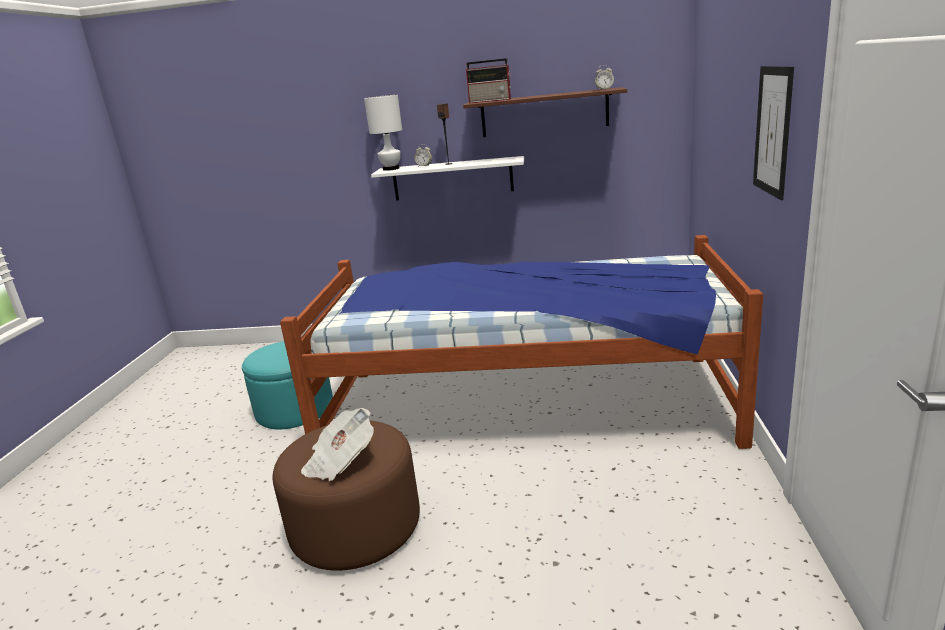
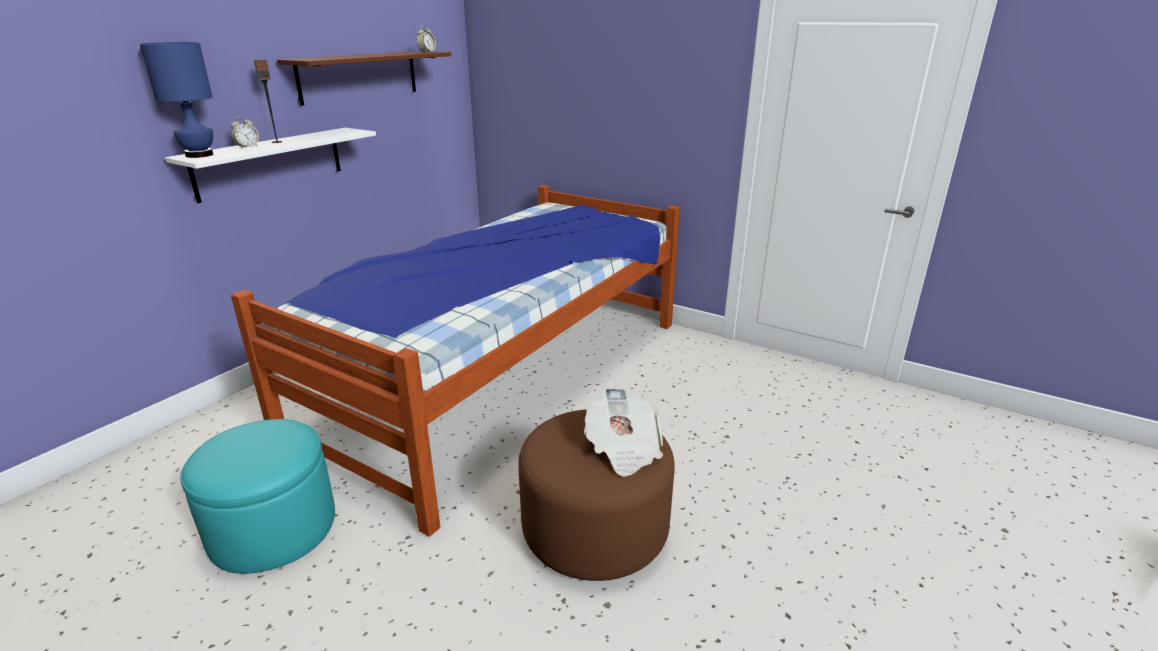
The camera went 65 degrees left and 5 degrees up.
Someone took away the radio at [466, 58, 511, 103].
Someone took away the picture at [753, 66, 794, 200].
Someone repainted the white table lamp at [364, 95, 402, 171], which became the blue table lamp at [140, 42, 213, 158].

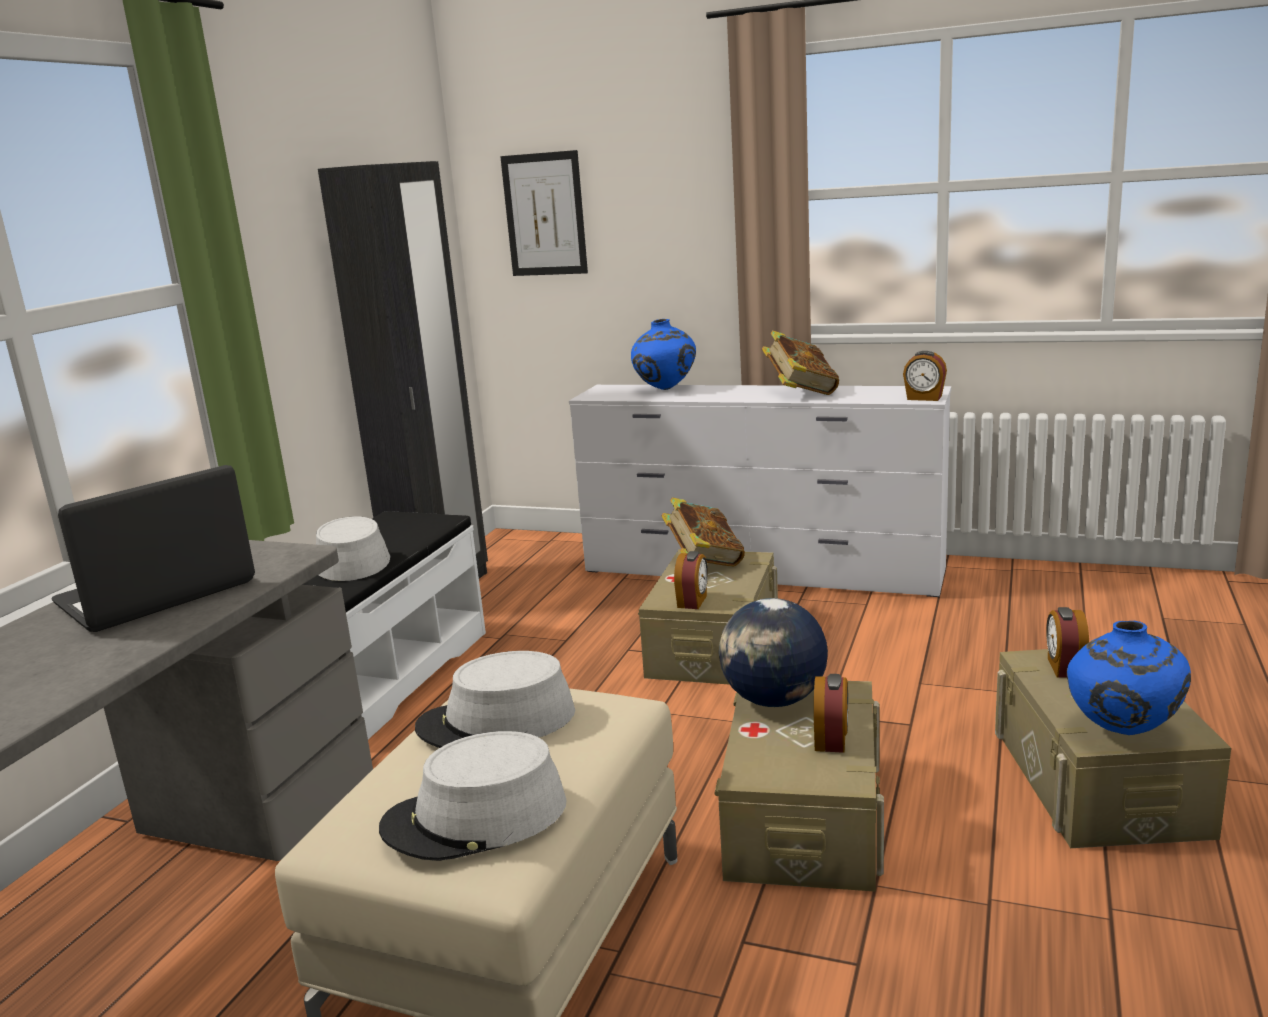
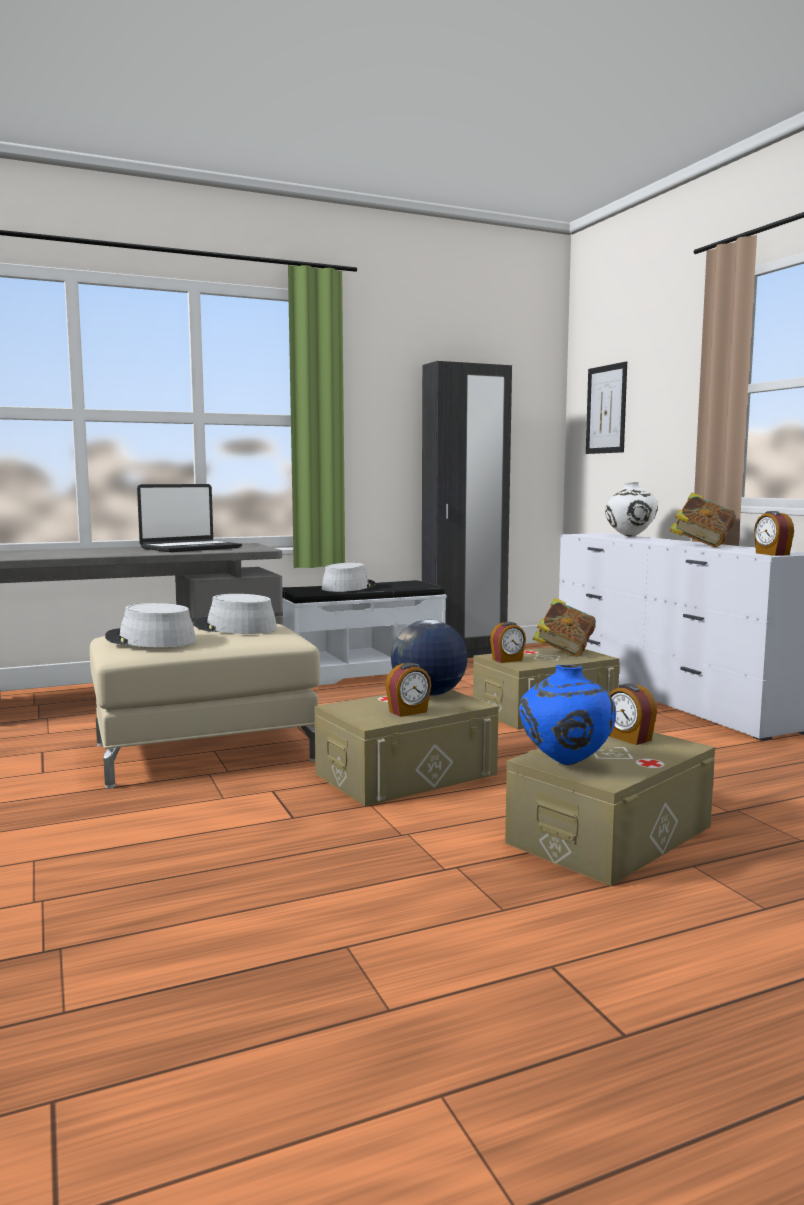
The camera went 45 degrees right and 10 degrees down.
Someone repainted the blue vase at [631, 319, 696, 390], which became the white vase at [605, 482, 658, 537].
Someone rotated the laptop at [51, 465, 255, 632] by 135 degrees clockwise.
Someone rotated the alarm clock at [1046, 607, 1089, 678] by 90 degrees counterclockwise.

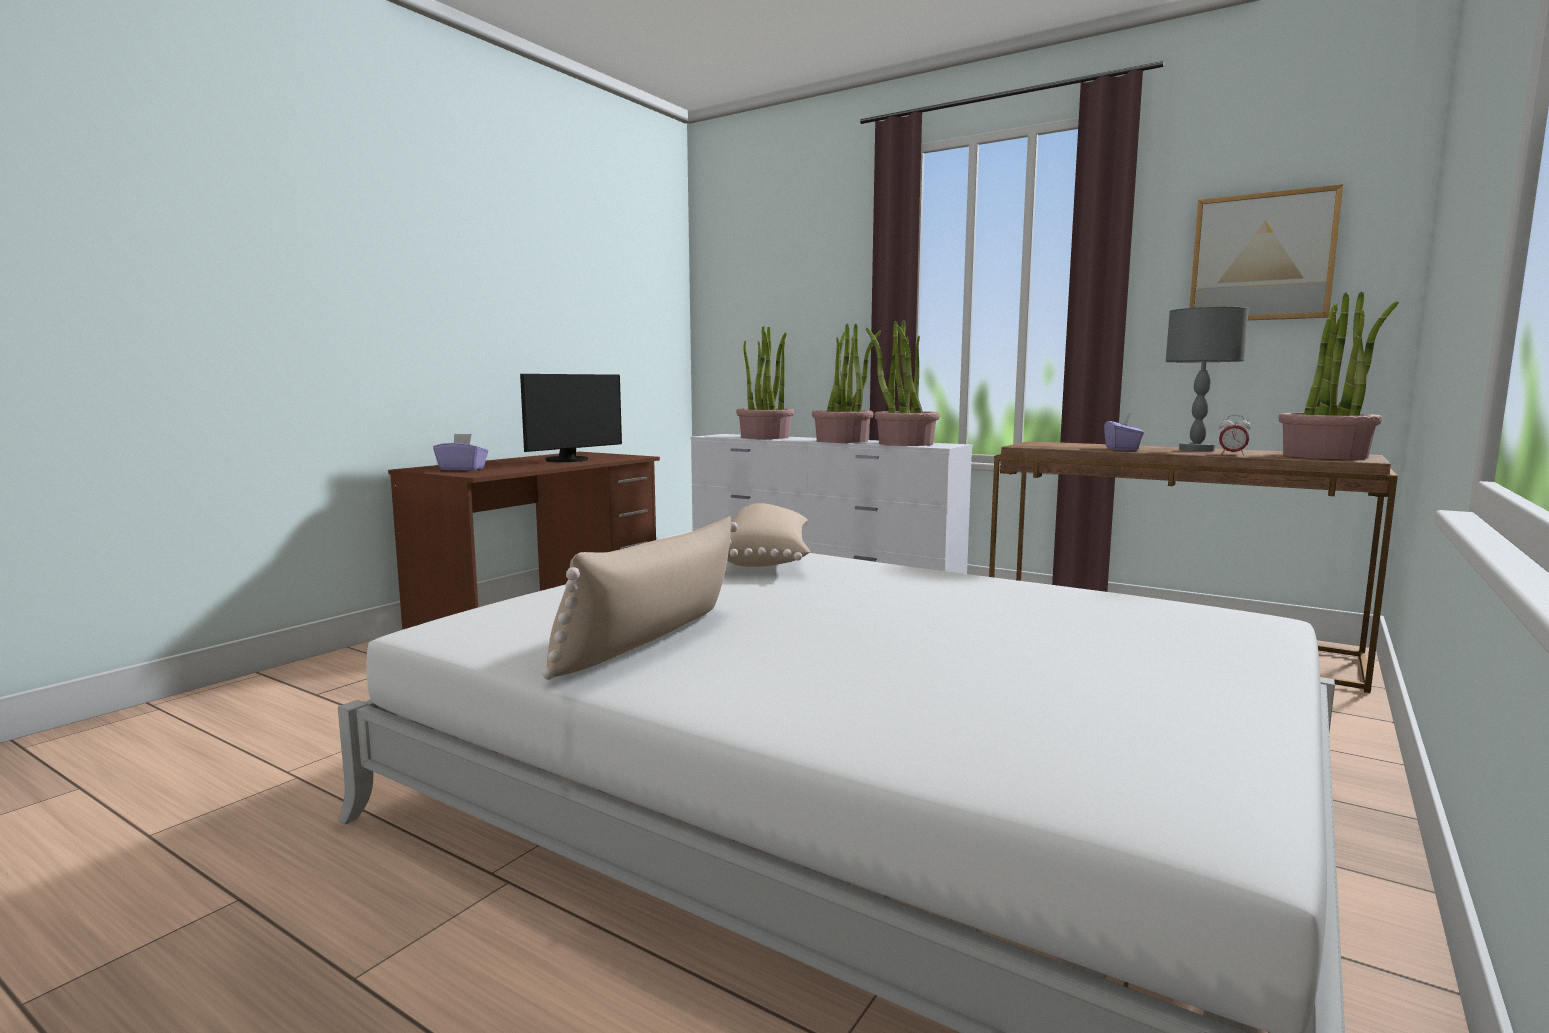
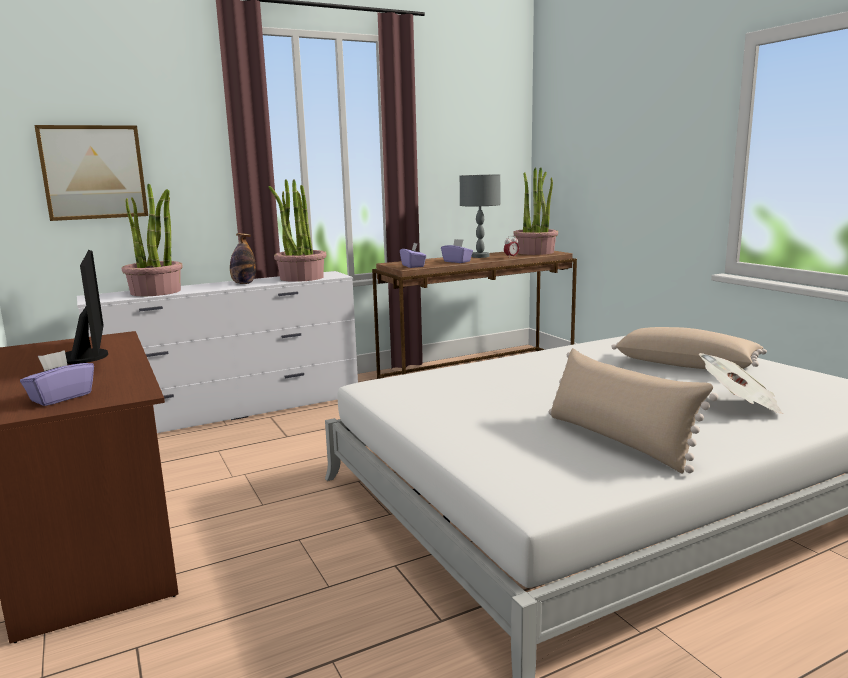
The camera went 60 degrees left and 5 degrees up.
Someone carried the picture from [1189, 184, 1343, 320] to [34, 125, 148, 221].
Someone swapped the potted plant at [812, 324, 881, 443] for the bottle at [230, 233, 256, 284].
Someone carried the beige pillow from [727, 503, 810, 567] to [611, 327, 767, 369].
Someone put down the purple tissue box at [400, 243, 427, 268].
Someone put down the newspaper at [699, 353, 783, 414].

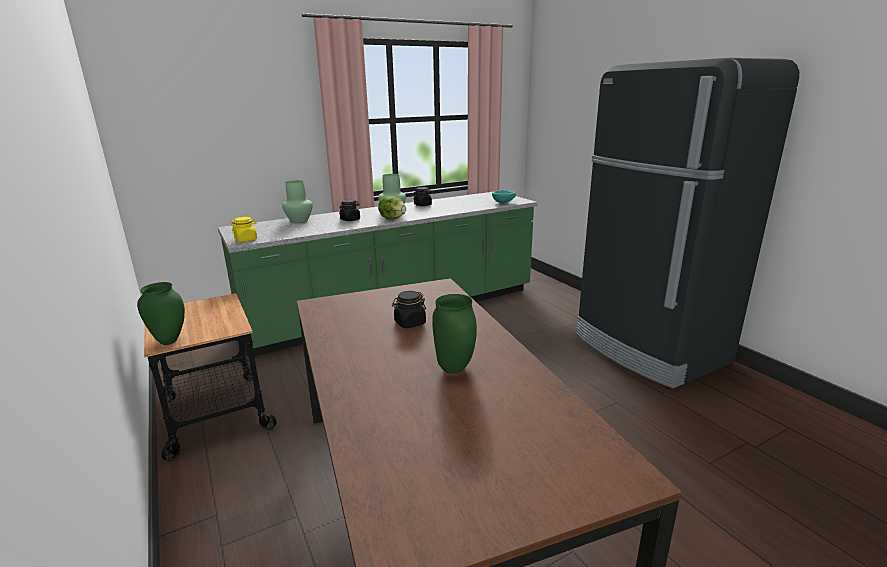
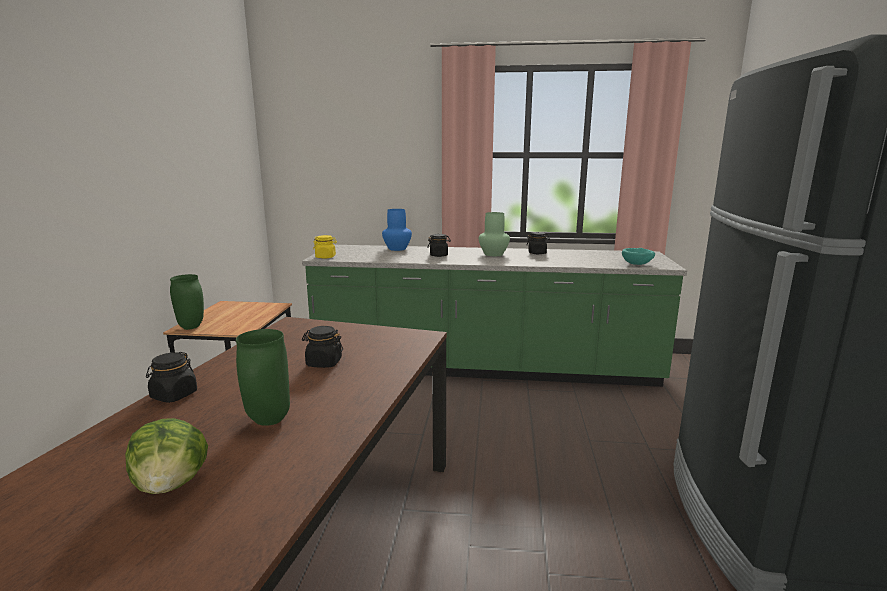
The camera went 35 degrees right and 5 degrees down.
Someone repainted the green vase at [282, 180, 313, 223], which became the blue vase at [382, 209, 412, 251].
Someone carried the lettuce from [378, 196, 406, 219] to [125, 418, 208, 494].
Someone put down the black jar at [146, 352, 197, 403].

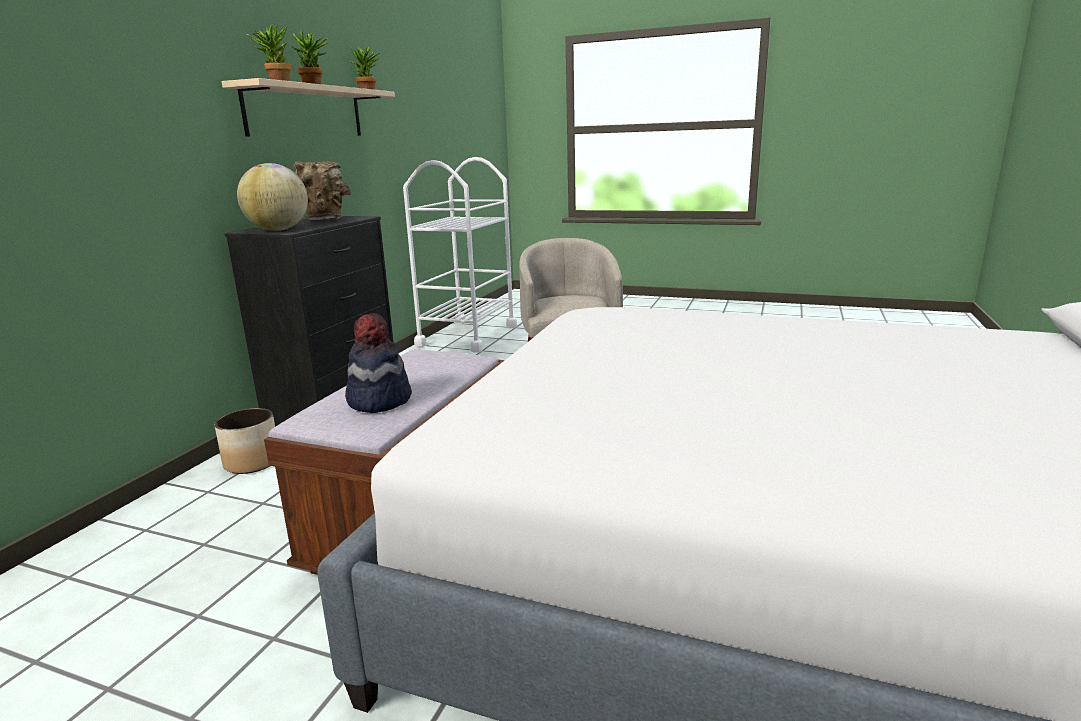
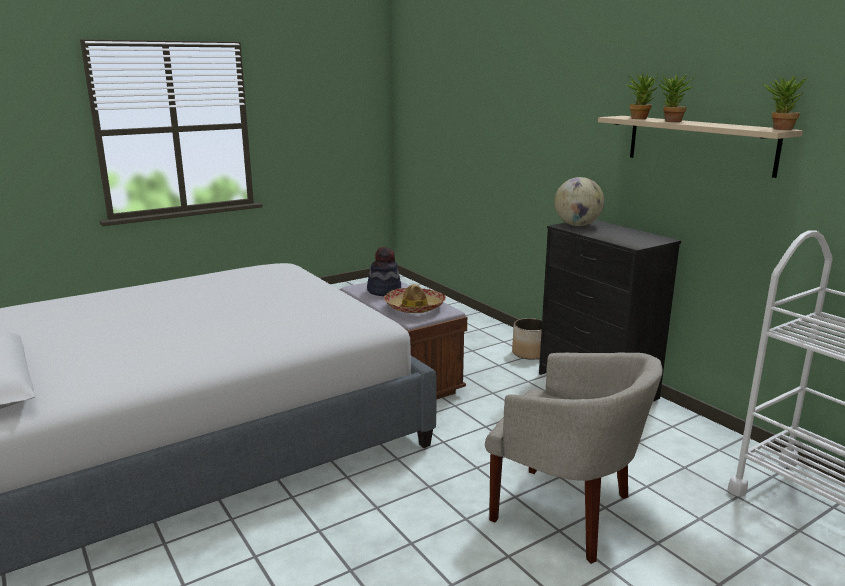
The camera went 125 degrees right and 0 degrees up.
Someone took away the brown vase at [294, 161, 351, 220].
Someone put down the hat at [384, 284, 446, 313].

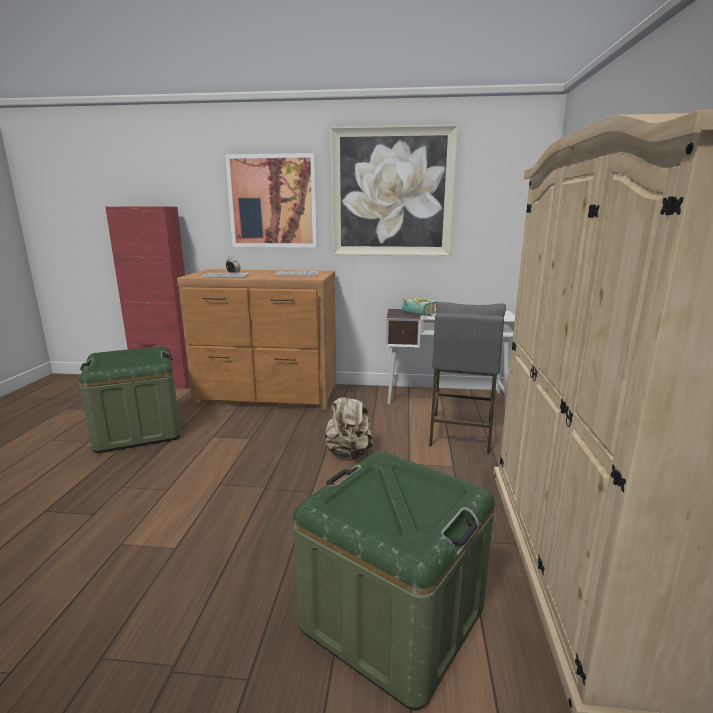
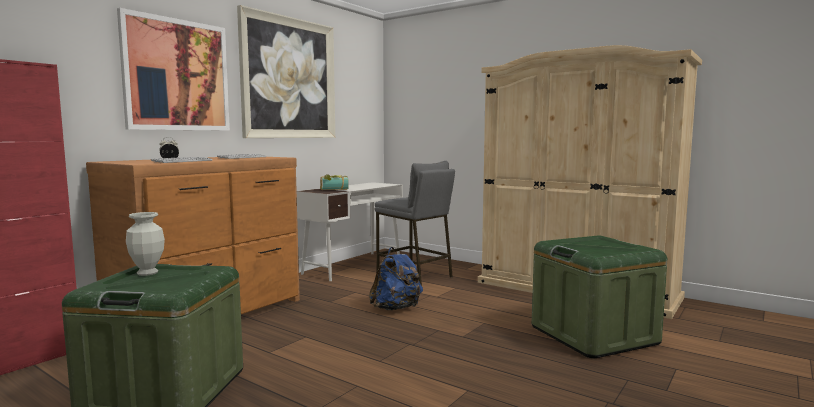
The camera went 60 degrees left and 10 degrees down.
Someone repainted the beige backpack at [324, 390, 373, 460], which became the blue backpack at [369, 247, 423, 310].
Someone put down the vase at [126, 212, 165, 276].

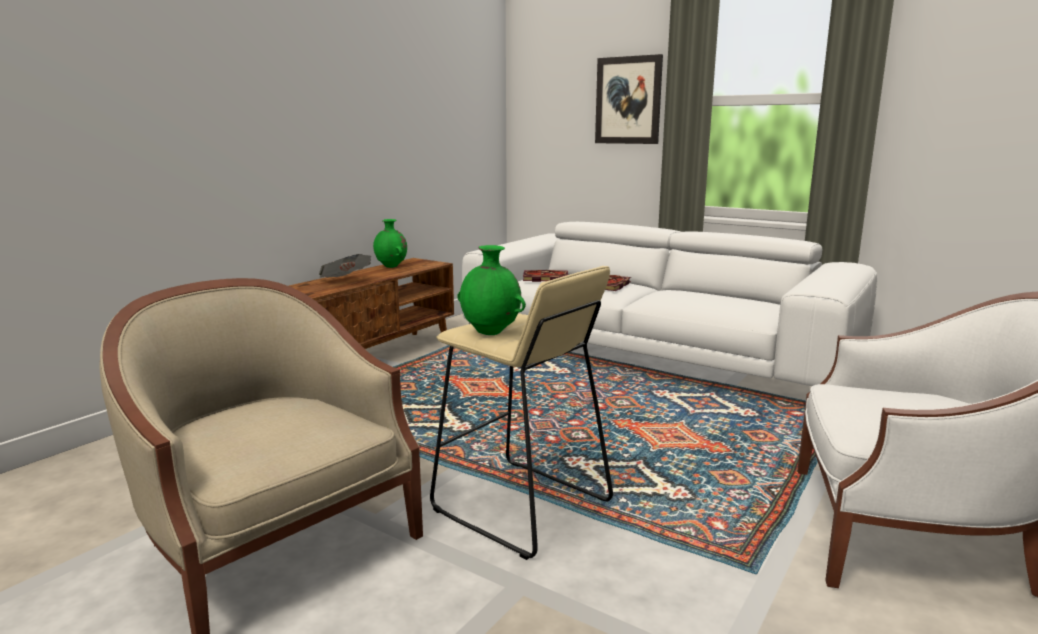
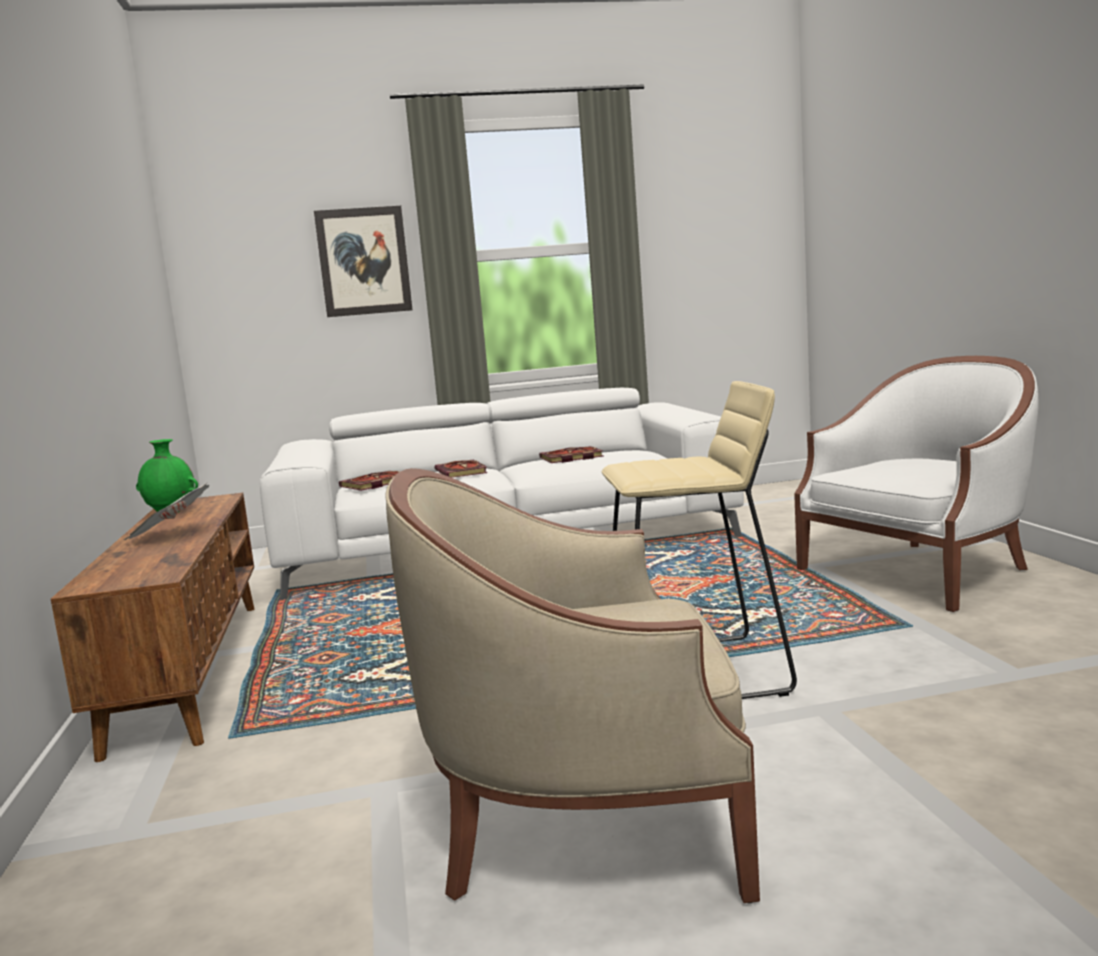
The camera went 45 degrees left and 5 degrees down.
Someone took away the green vase at [458, 245, 526, 335].
Someone put down the book at [539, 446, 603, 463].

